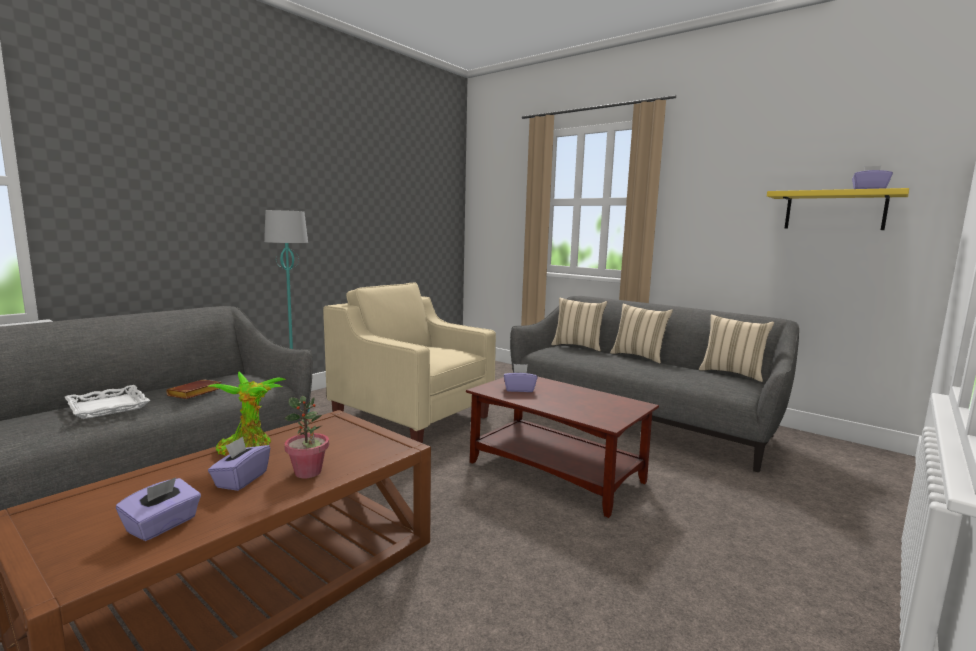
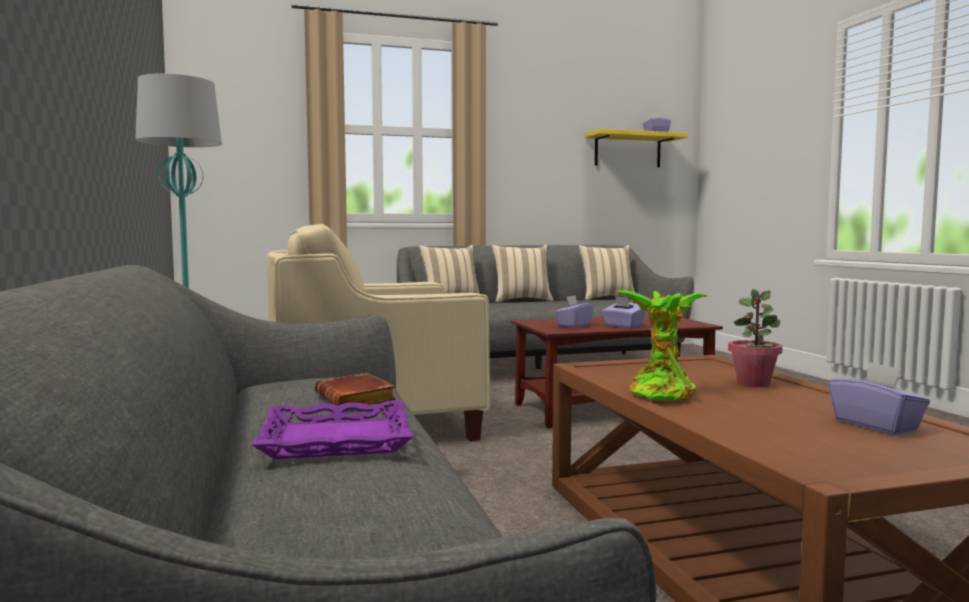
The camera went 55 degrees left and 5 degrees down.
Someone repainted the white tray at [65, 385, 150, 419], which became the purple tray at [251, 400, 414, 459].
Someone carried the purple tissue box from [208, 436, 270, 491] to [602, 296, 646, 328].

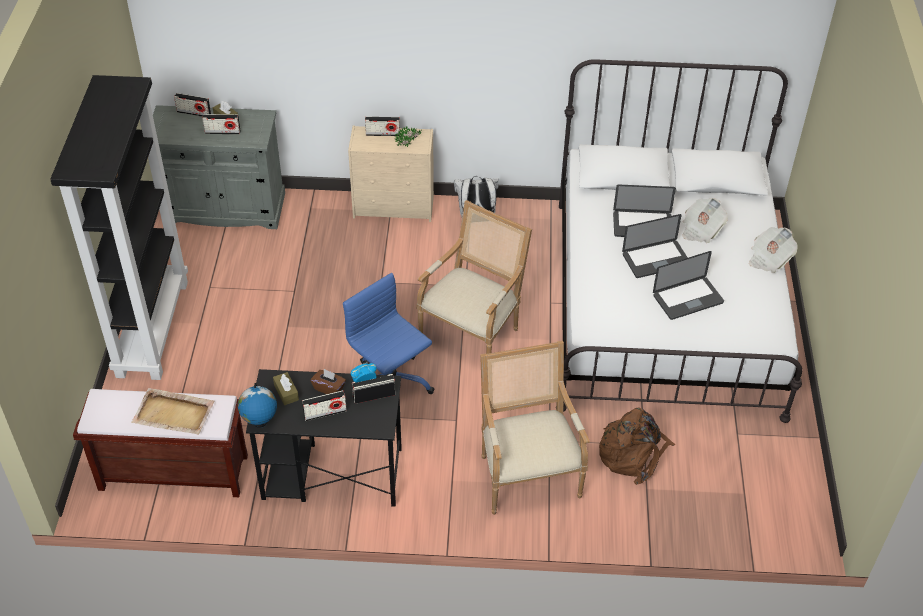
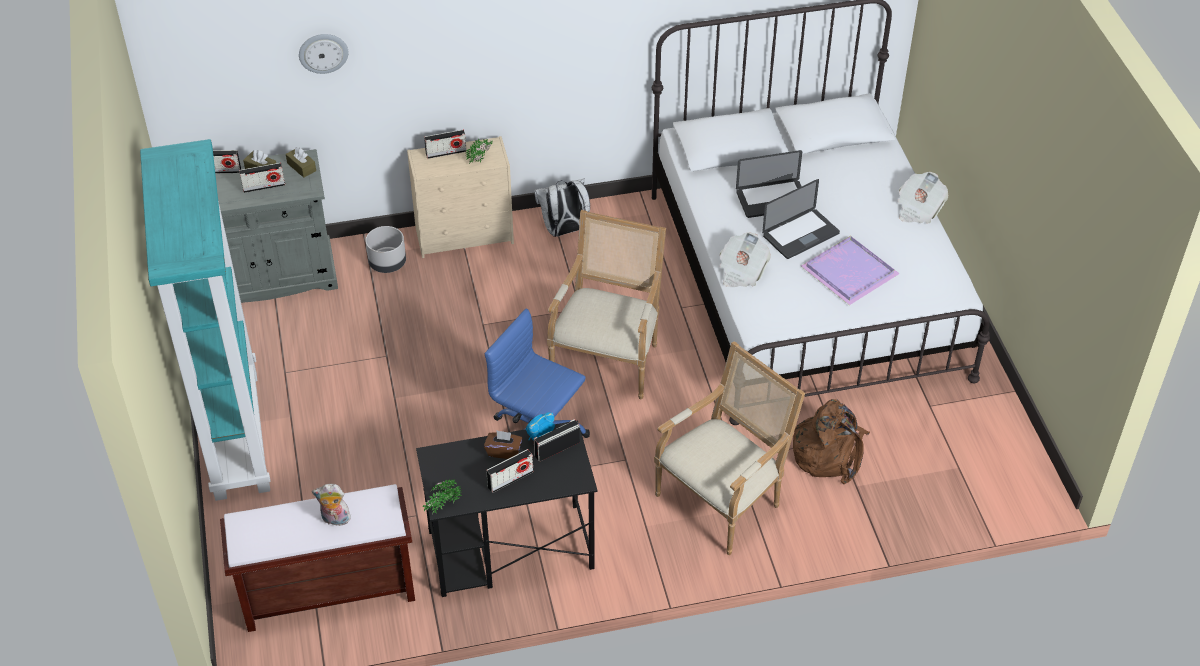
The camera went 15 degrees left and 0 degrees up.
Someone repainted the black bookcase at [50, 75, 188, 380], which became the turquoise bookcase at [140, 139, 271, 501].
Someone carried the newspaper from [682, 198, 728, 243] to [719, 232, 771, 287].
Someone swapped the laptop at [653, 251, 724, 320] for the purple tray at [801, 236, 900, 305].
Someone rotated the armchair at [480, 340, 590, 515] by 75 degrees clockwise.
Someone carried the brown tissue box from [273, 372, 299, 405] to [286, 147, 316, 178].
Someone swapped the globe at [238, 383, 277, 428] for the potted plant at [423, 479, 462, 514].
Someone swapped the beige tray at [131, 388, 215, 434] for the plush toy at [312, 484, 351, 526].
Someone put up the wall clock at [299, 34, 348, 74].
Someone put down the grey planter at [365, 226, 406, 273].

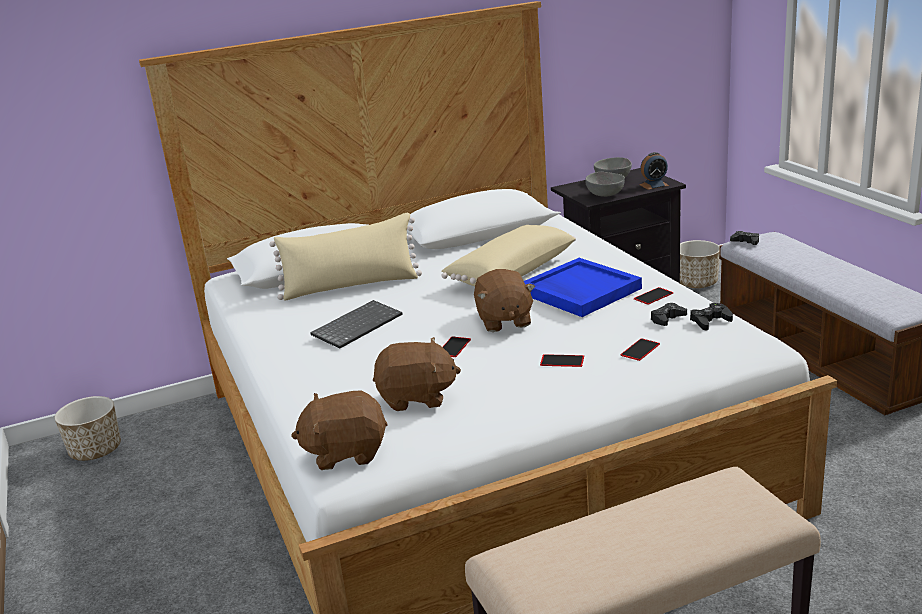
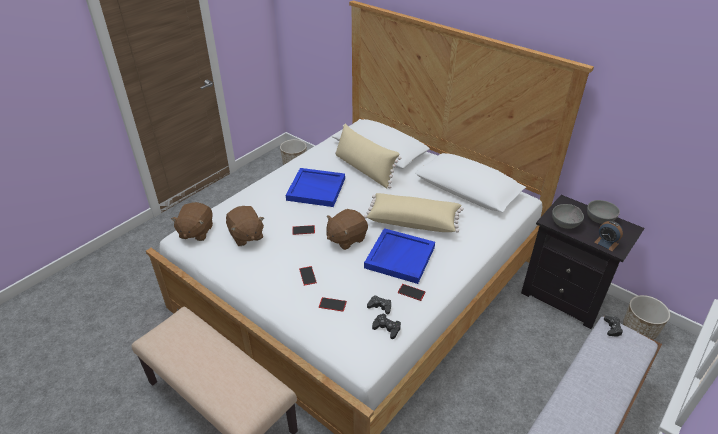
The camera went 60 degrees right and 15 degrees up.
Someone swapped the keyboard at [310, 300, 402, 349] for the blue tray at [286, 168, 345, 207].
Someone rotated the brown plush toy at [291, 390, 388, 470] by 135 degrees counterclockwise.

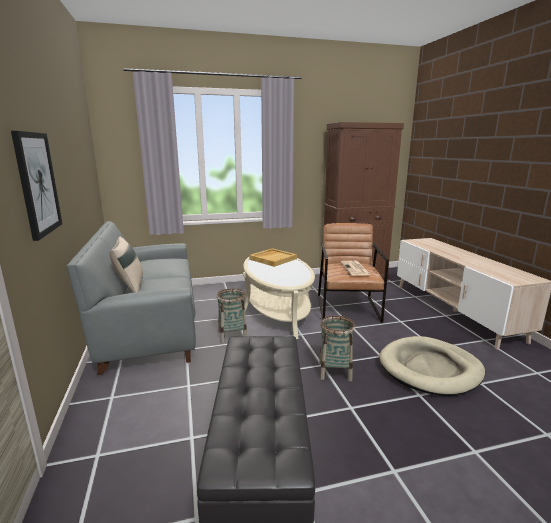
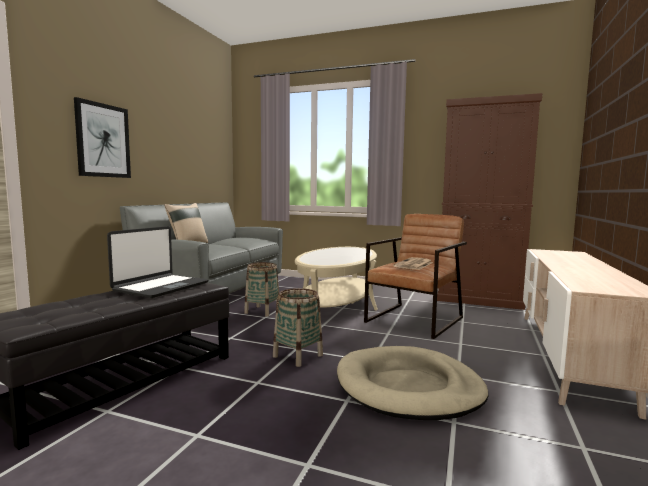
The camera went 35 degrees right and 10 degrees down.
Someone took away the beige tray at [249, 248, 297, 267].
Someone put down the laptop at [107, 226, 208, 298].

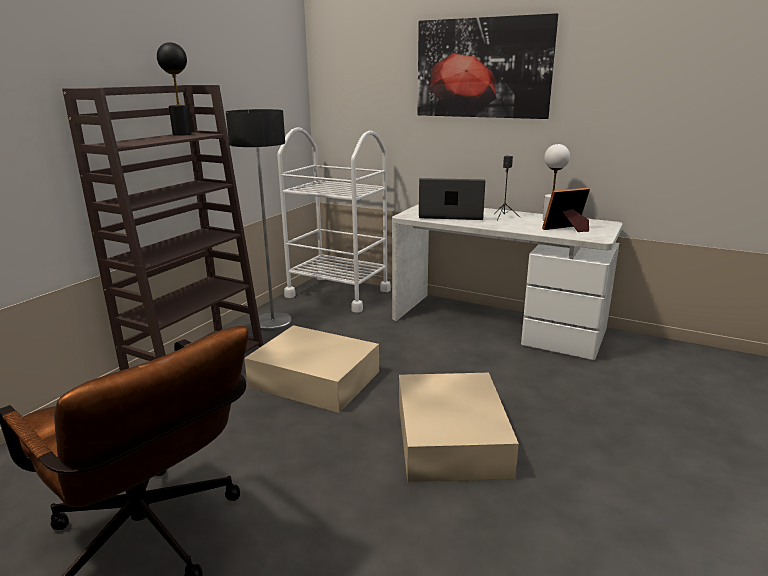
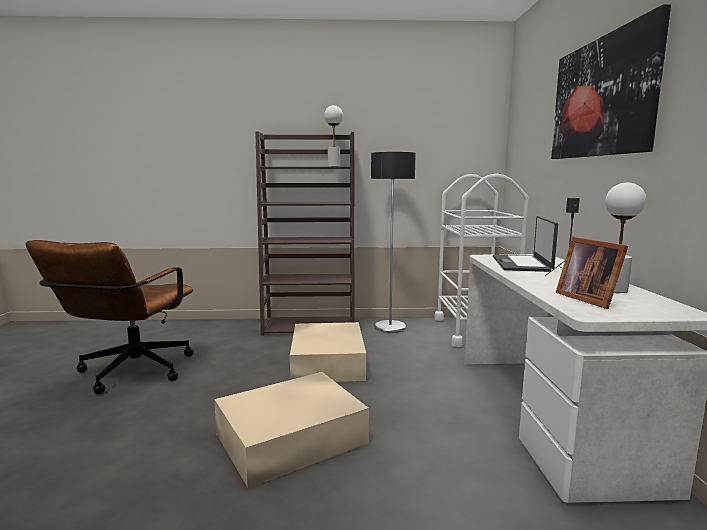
The camera went 60 degrees right and 10 degrees down.
Someone repainted the black table lamp at [157, 42, 192, 136], which became the white table lamp at [324, 105, 343, 167].
Someone rotated the laptop at [419, 178, 485, 220] by 150 degrees counterclockwise.
Someone rotated the picture frame at [542, 188, 590, 232] by 150 degrees counterclockwise.

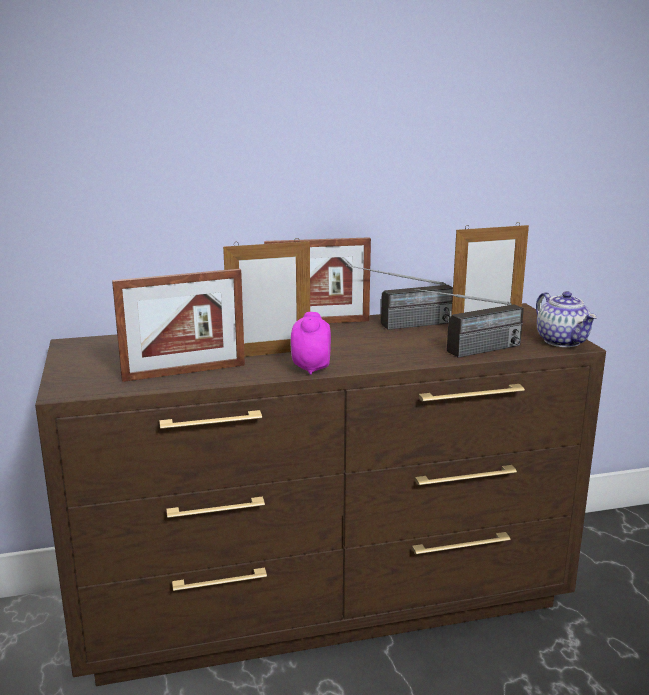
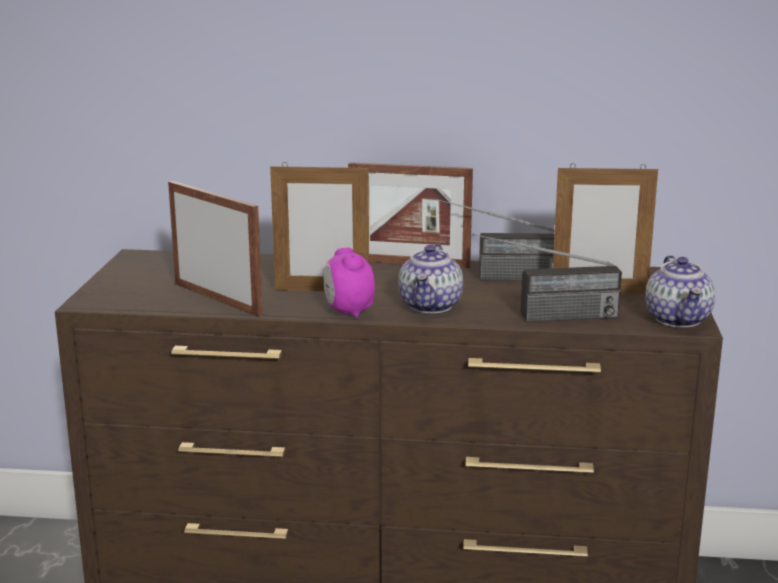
The camera went 20 degrees right and 0 degrees up.
Someone rotated the picture frame at [112, 269, 245, 382] by 135 degrees counterclockwise.
Someone rotated the alarm clock at [291, 312, 331, 375] by 45 degrees counterclockwise.
Someone put down the teapot at [398, 244, 463, 313].

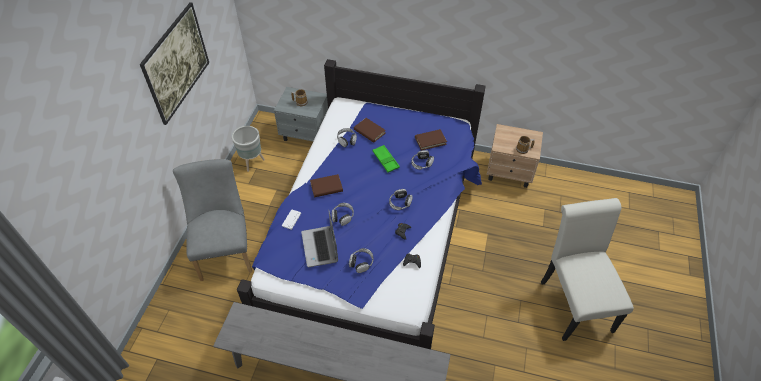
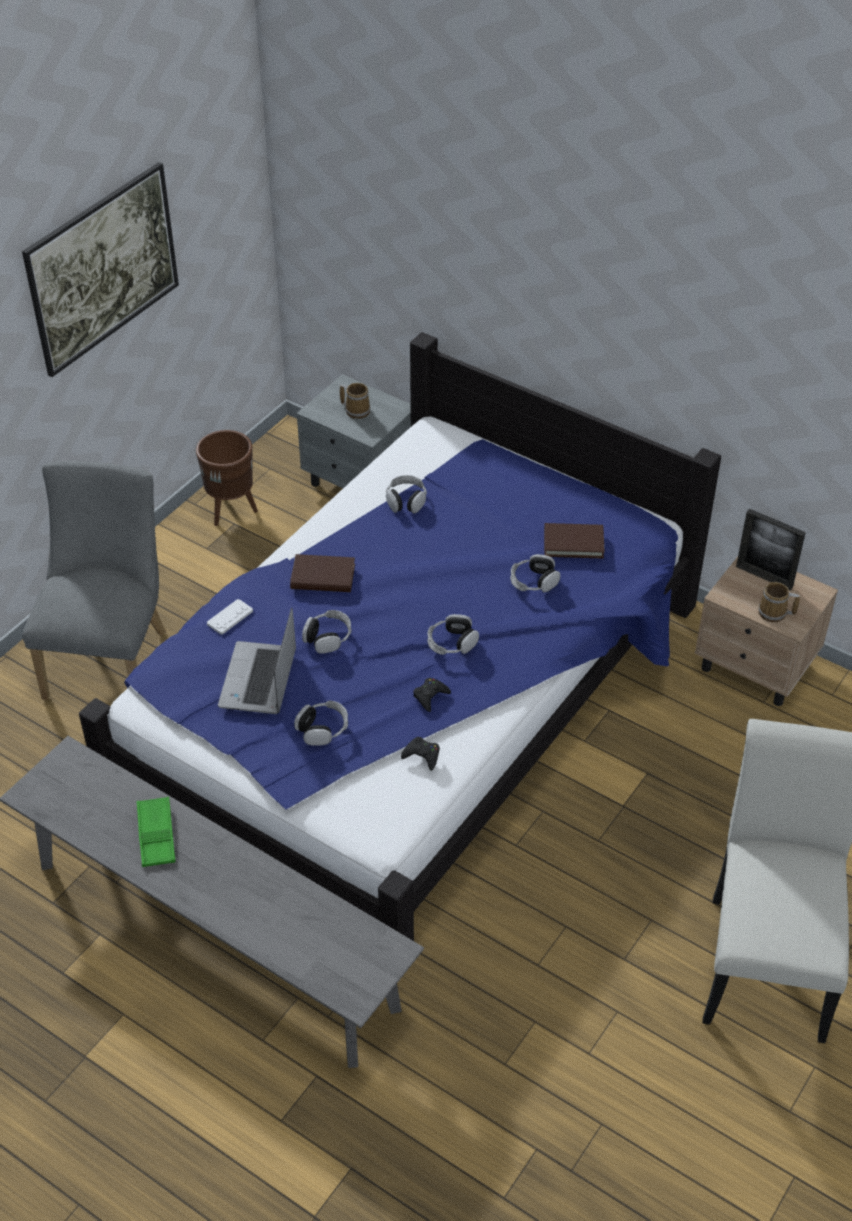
The camera went 20 degrees right and 5 degrees down.
Someone took away the brown book at [354, 118, 386, 143].
Someone repainted the grey planter at [232, 126, 265, 172], which became the brown planter at [196, 430, 258, 526].
Someone carried the green tray from [372, 145, 400, 173] to [136, 797, 176, 867].
Someone put down the picture frame at [736, 508, 806, 591].

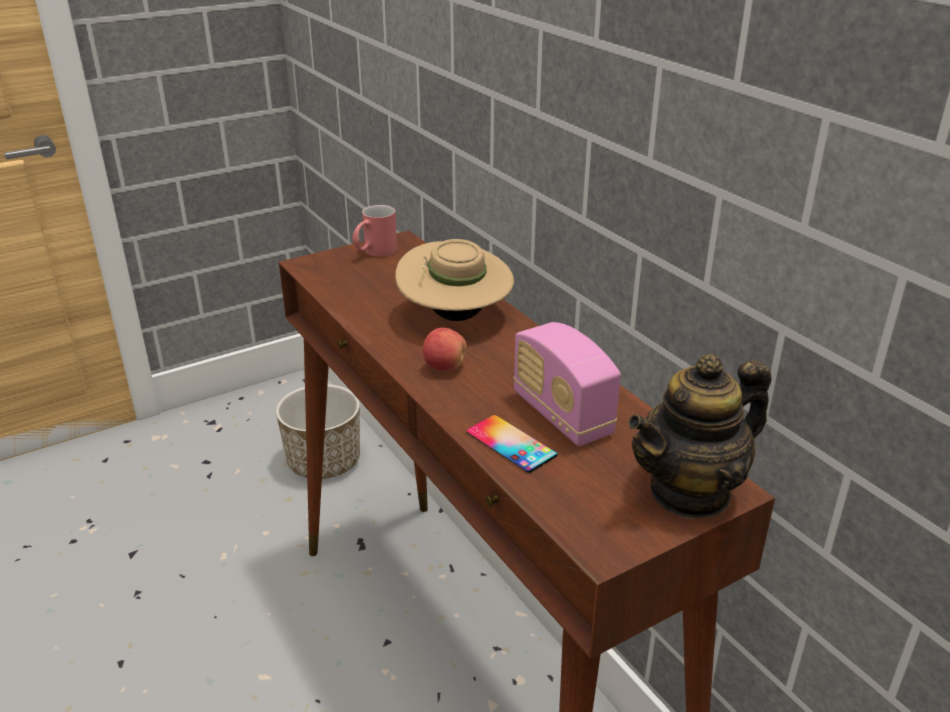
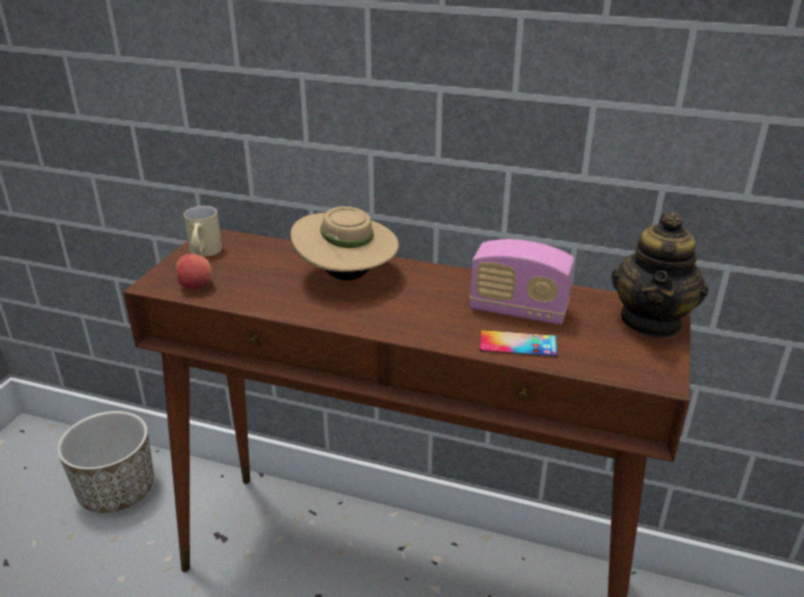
The camera went 40 degrees left and 0 degrees up.
Someone repainted the red mug at [352, 205, 397, 257], which became the beige mug at [184, 206, 222, 257].
Someone carried the apple from [423, 328, 467, 370] to [175, 254, 212, 289].

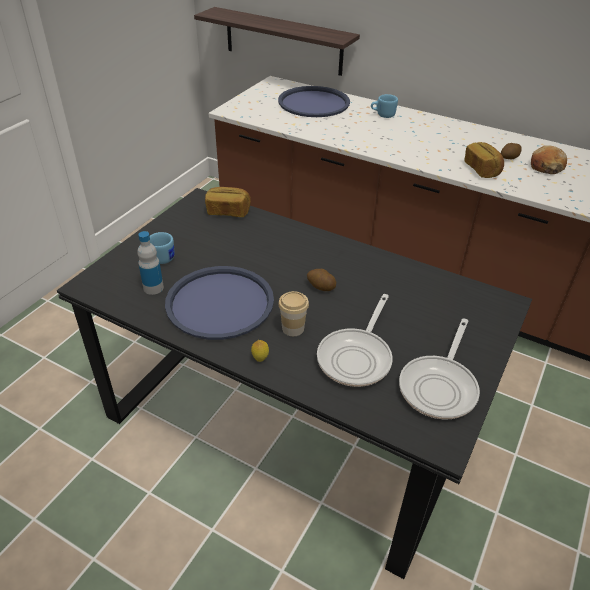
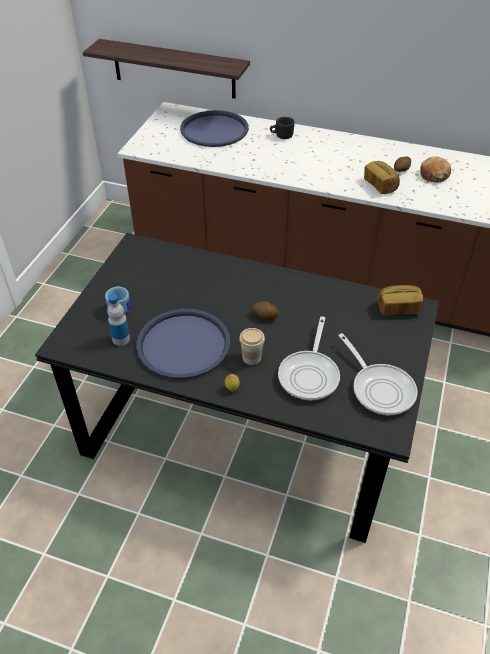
The camera went 10 degrees left and 5 degrees up.
Someone repainted the blue mug at [371, 94, 398, 118], which became the black mug at [270, 117, 295, 139].
Someone carried the bread from [205, 187, 251, 217] to [377, 285, 423, 316].
Someone rotated the frying pan at [399, 318, 480, 419] by 45 degrees counterclockwise.

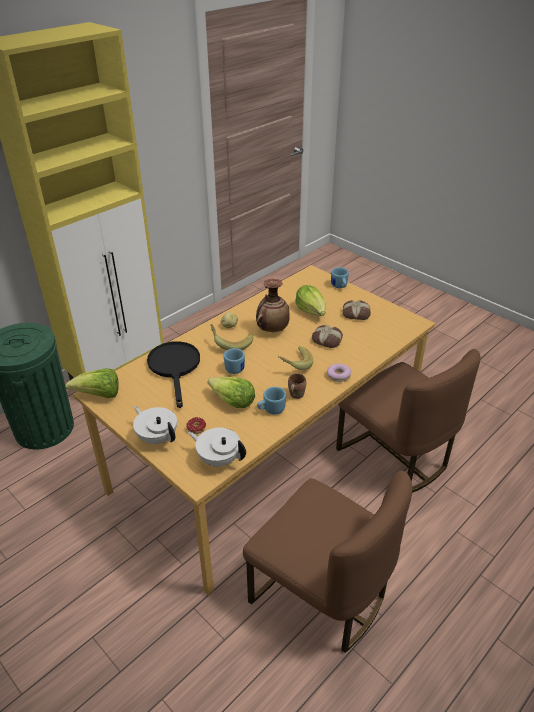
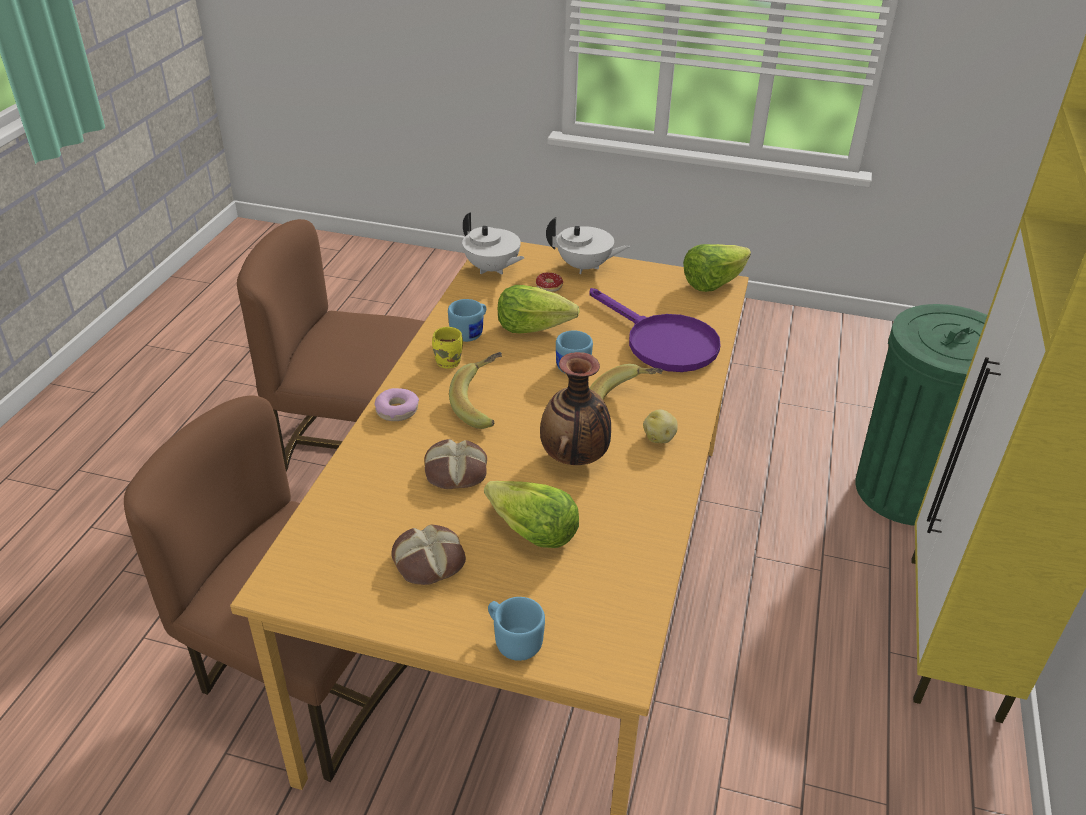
The camera went 150 degrees right and 0 degrees up.
Someone repainted the black frying pan at [147, 341, 200, 408], which became the purple frying pan at [589, 288, 721, 372].
Someone repainted the brown mug at [288, 373, 306, 399], which became the yellow mug at [432, 327, 463, 369].
Someone rotated the white teapot at [188, 428, 246, 467] by 45 degrees clockwise.

